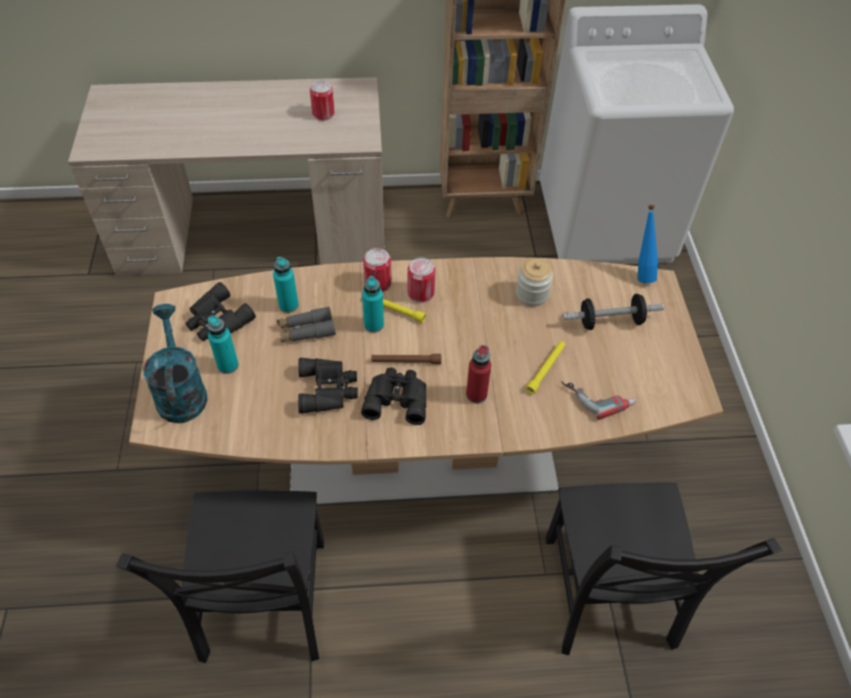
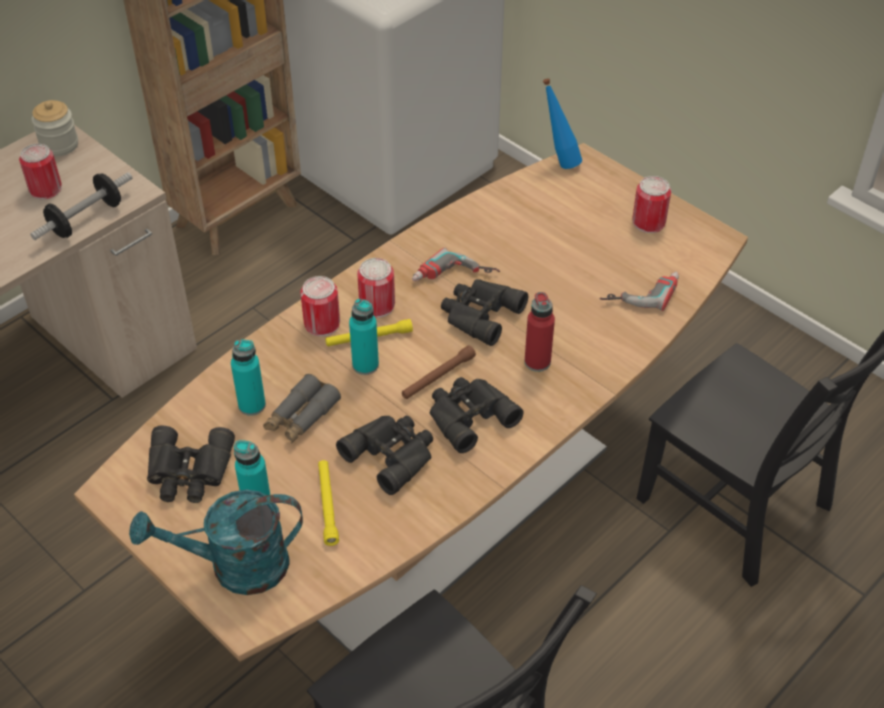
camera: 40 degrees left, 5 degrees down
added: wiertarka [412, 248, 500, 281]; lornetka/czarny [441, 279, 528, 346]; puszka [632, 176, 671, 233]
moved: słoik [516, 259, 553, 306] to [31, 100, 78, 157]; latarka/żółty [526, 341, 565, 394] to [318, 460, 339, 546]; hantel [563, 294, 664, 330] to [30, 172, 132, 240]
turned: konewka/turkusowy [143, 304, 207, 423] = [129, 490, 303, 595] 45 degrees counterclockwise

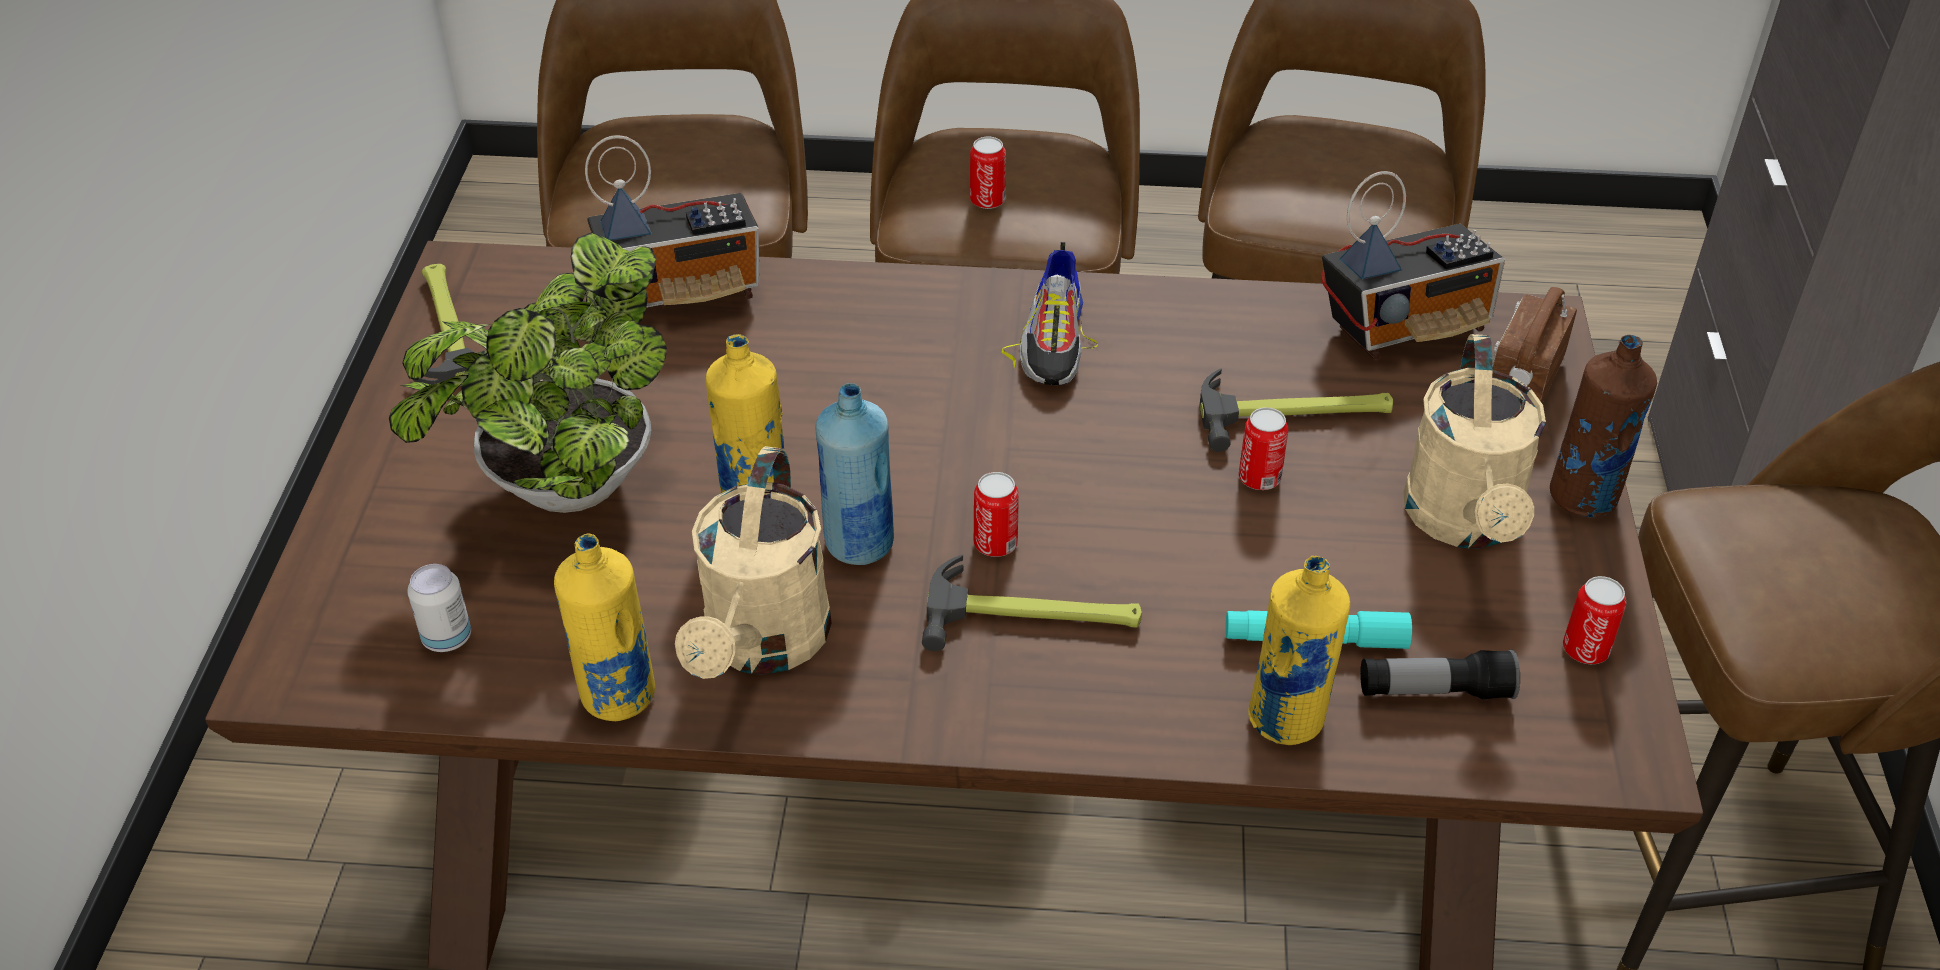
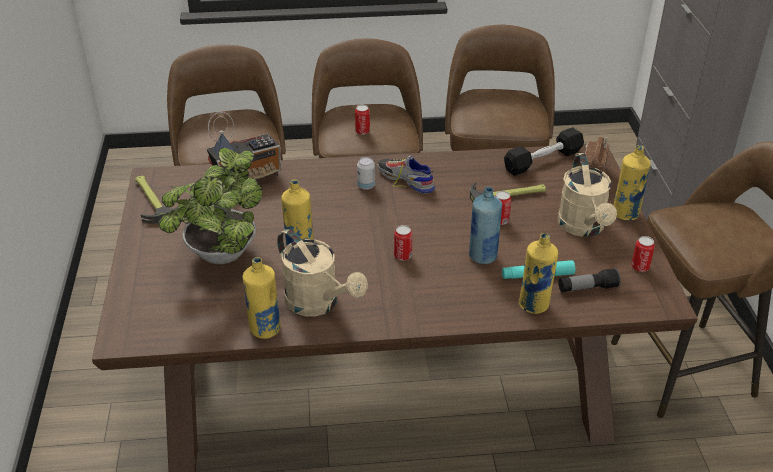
camera: 10 degrees left, 5 degrees down
removed: młotek [922, 555, 1142, 651]
moved: puszka [407, 564, 471, 652] to [357, 157, 375, 190]; butelka/niebieski [816, 383, 894, 565] to [469, 187, 502, 264]
replaced: radio [1321, 171, 1505, 359] to hantel/czarny [504, 127, 584, 176]
recoloured: butelka/brązowy [1550, 335, 1657, 517] to butelka/żółty [613, 145, 651, 221]
turned: konewka/beżowy [675, 446, 832, 679] = [277, 229, 368, 317] 45 degrees counterclockwise; but [1002, 242, 1098, 385] = [377, 156, 435, 194] 135 degrees clockwise

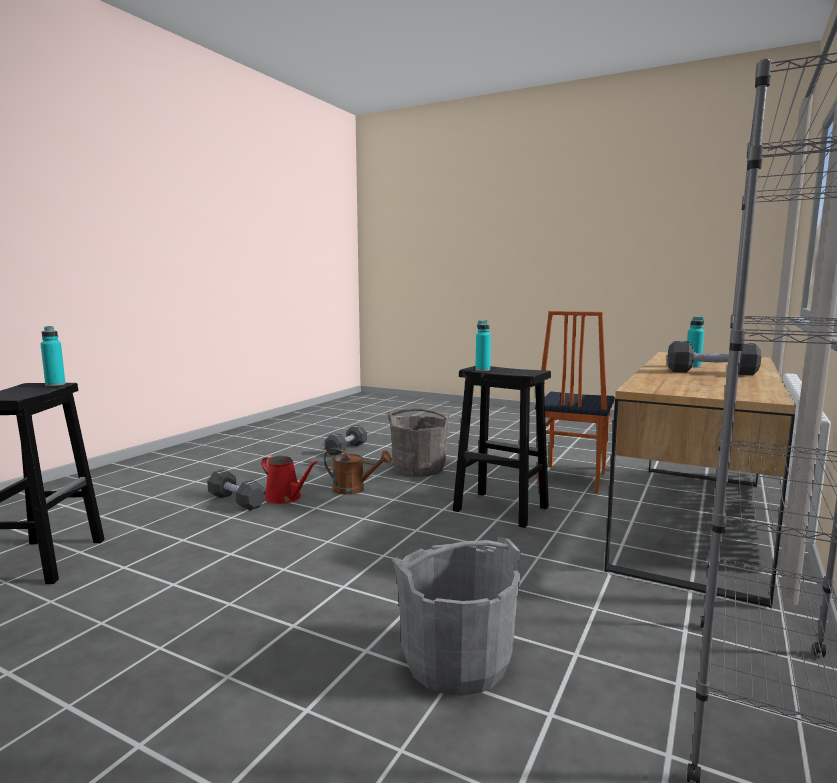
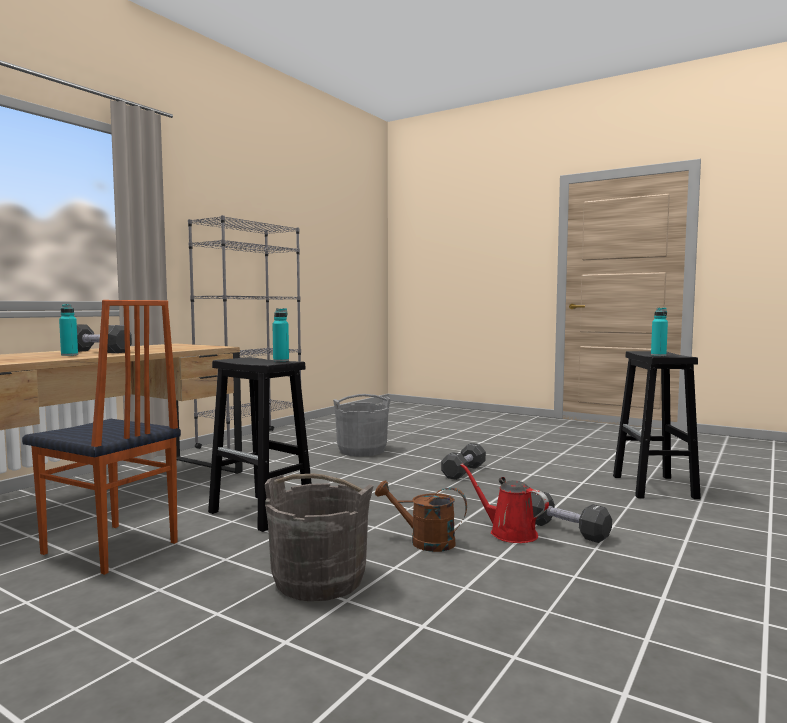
camera: 175 degrees left, 5 degrees down
moved: hantel/czarny [325, 425, 367, 456] to [441, 443, 486, 480]
turned: krzesło [535, 311, 615, 494] = [22, 300, 181, 575] 90 degrees clockwise

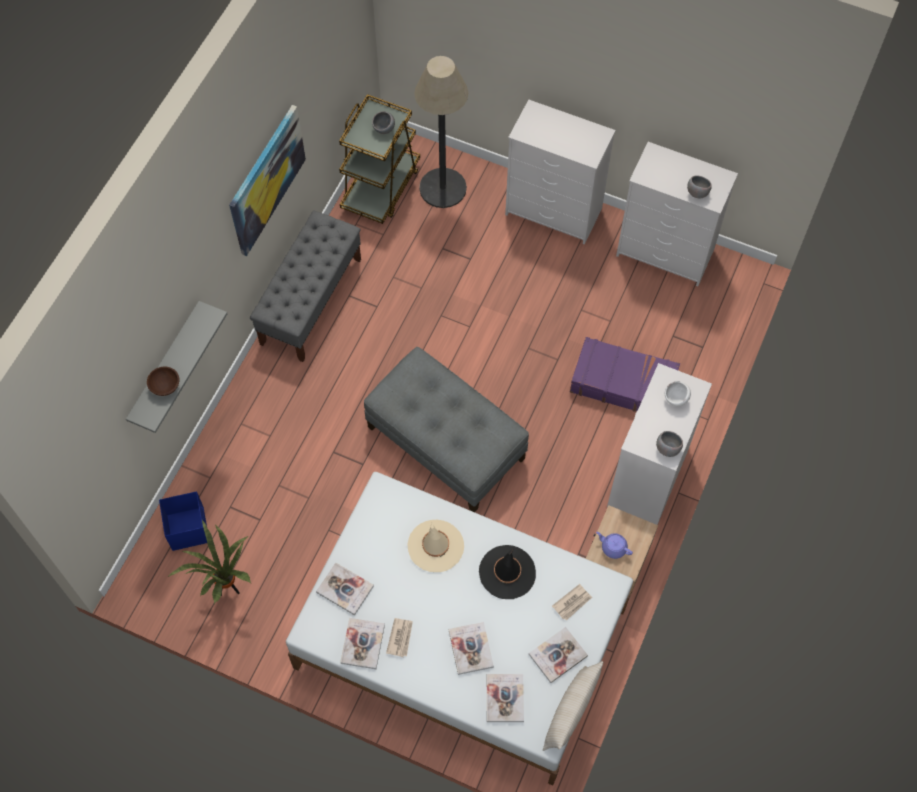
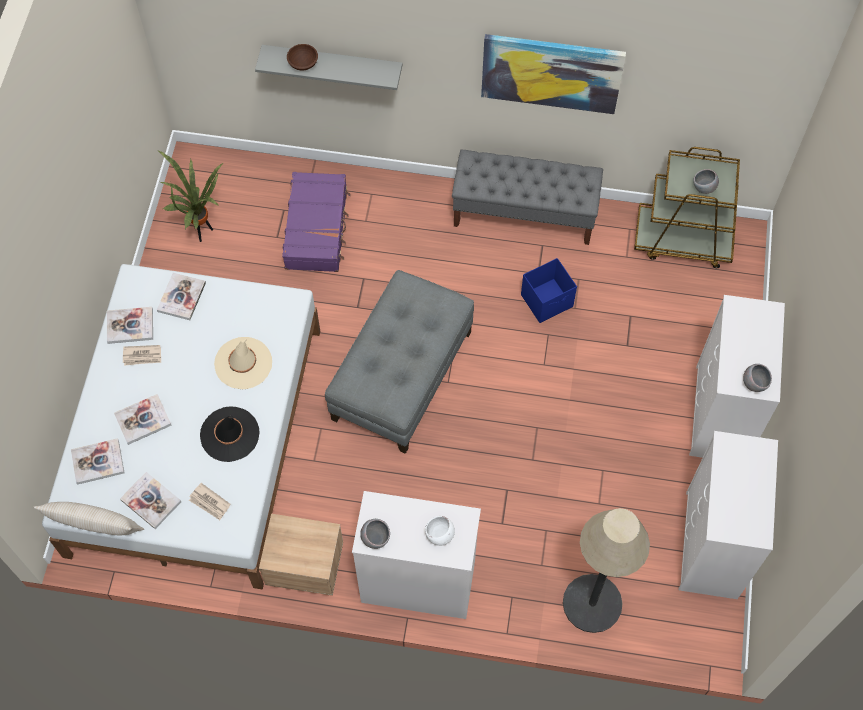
camera: 75 degrees right, 0 degrees up
removed: imbryk/fioletowy [596, 532, 633, 559]
moved: pojemnik do przechowywania/niebieski [159, 491, 207, 551] to [521, 258, 577, 323]; lampa stojąca [414, 56, 468, 208] to [563, 508, 650, 633]; walizka/fioletowy [570, 337, 680, 412] to [282, 172, 351, 272]; miska/szary [687, 175, 712, 198] to [743, 364, 772, 392]

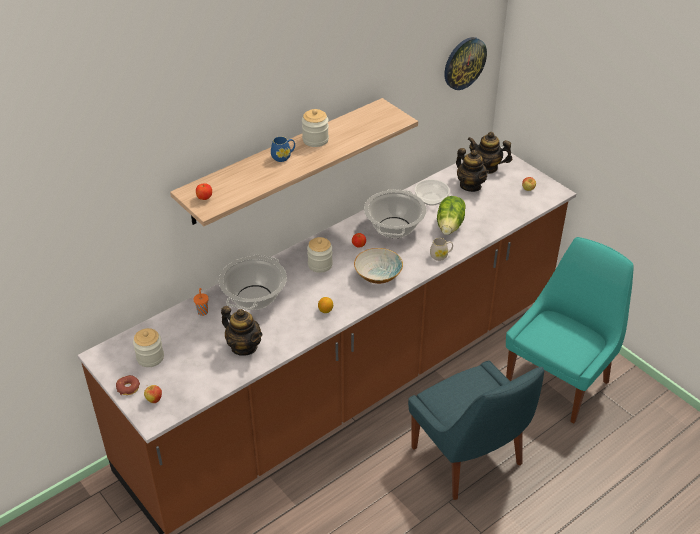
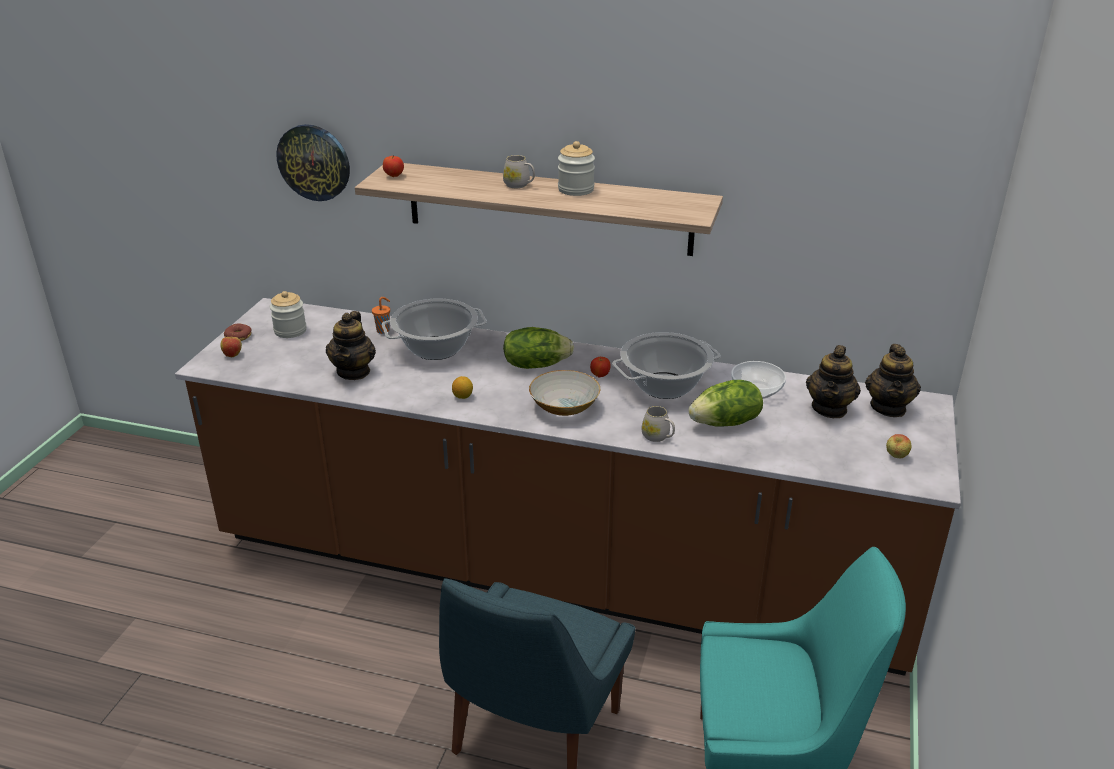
camera: 55 degrees right, 10 degrees down
moved: zegar ścienny [444, 37, 487, 90] to [276, 124, 350, 201]
replaced: słoik [307, 237, 333, 273] to sałata [503, 327, 574, 369]
recoloured: kubek/niebieski [271, 136, 295, 162] to kubek/biały [503, 155, 535, 188]
turned: imbryk [467, 132, 512, 174] = [865, 344, 921, 417] 150 degrees counterclockwise

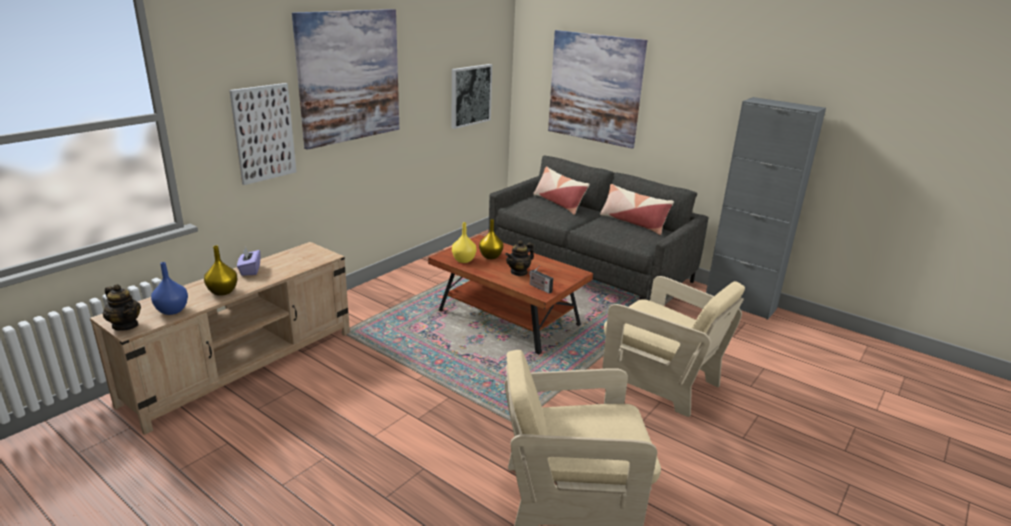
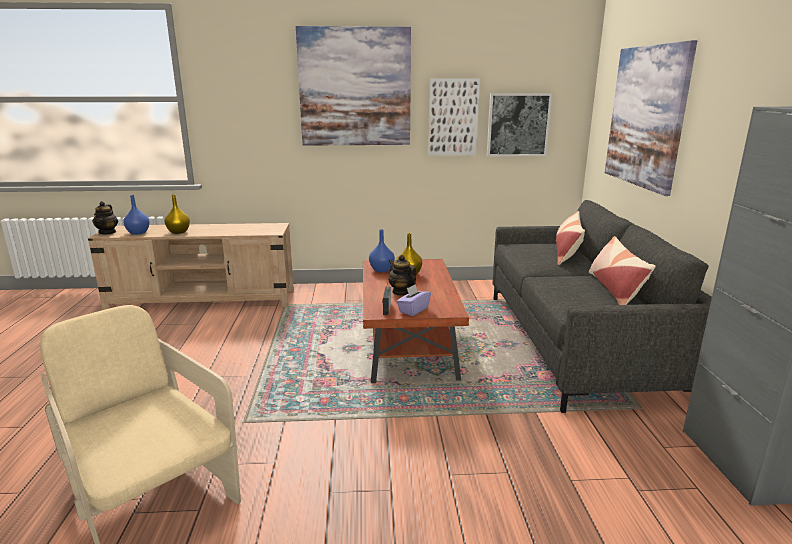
camera: 50 degrees right, 5 degrees down
removed: fotel/beżowy [602, 276, 745, 417]
moved: obraz [229, 83, 296, 185] to [428, 79, 480, 155]; pudełko chusteczek/fioletowy [237, 247, 260, 276] to [397, 284, 431, 316]
recoloured: wazon/żółty [452, 222, 477, 263] to wazon/niebieski [369, 229, 395, 272]
turned: imbryk [505, 240, 534, 276] = [388, 255, 416, 295] 45 degrees clockwise

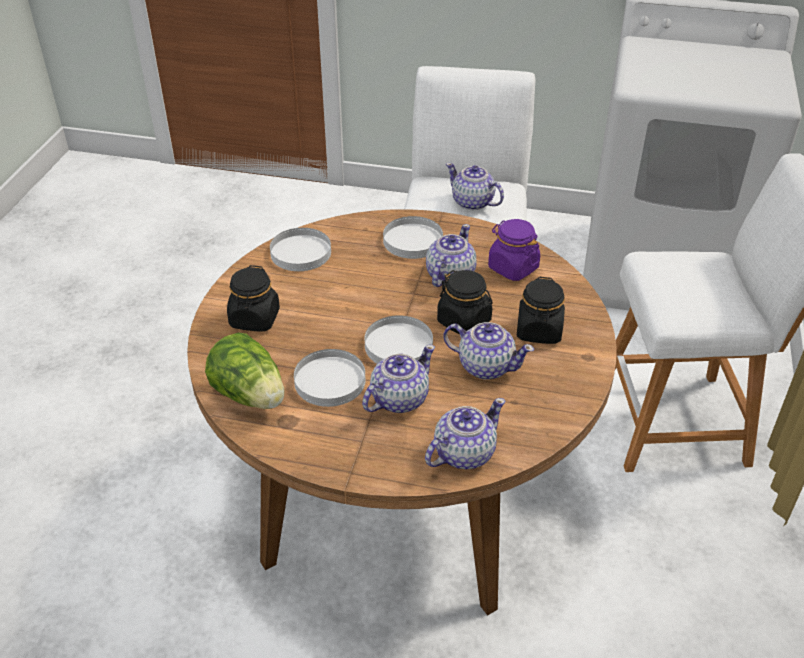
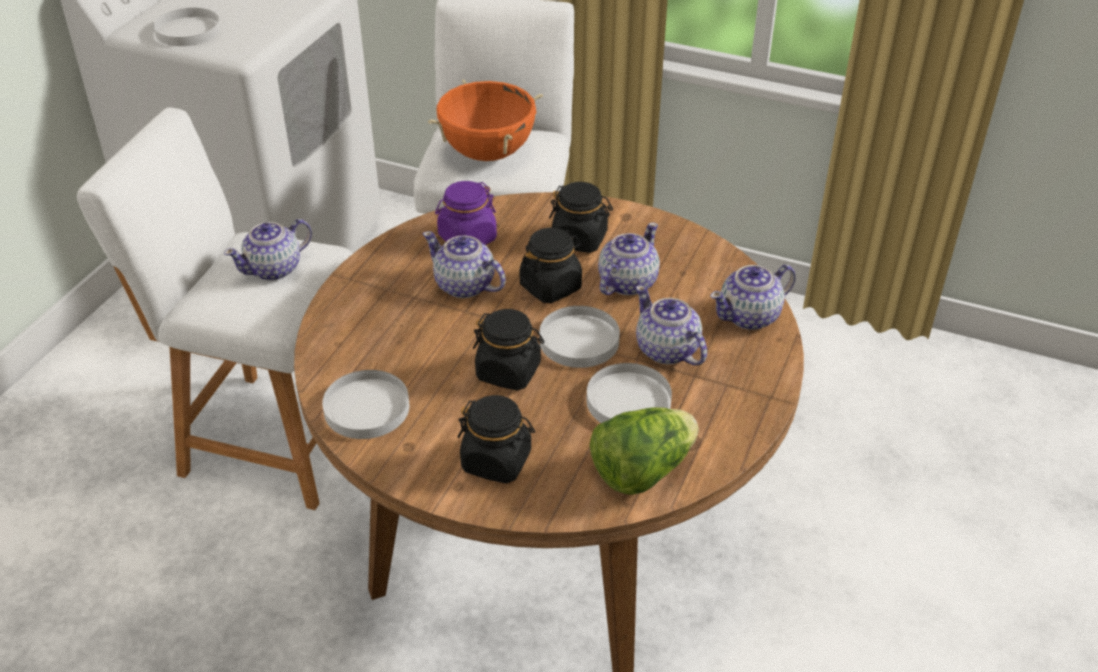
camera: 80 degrees left, 0 degrees up
added: garnek/pomarańczowy [428, 80, 543, 161]; słoik/czarny [473, 309, 544, 390]
moved: talerz/biały [383, 216, 443, 259] to [154, 8, 221, 46]
turned: imbryk [425, 398, 505, 469] = [710, 265, 796, 330] 90 degrees counterclockwise

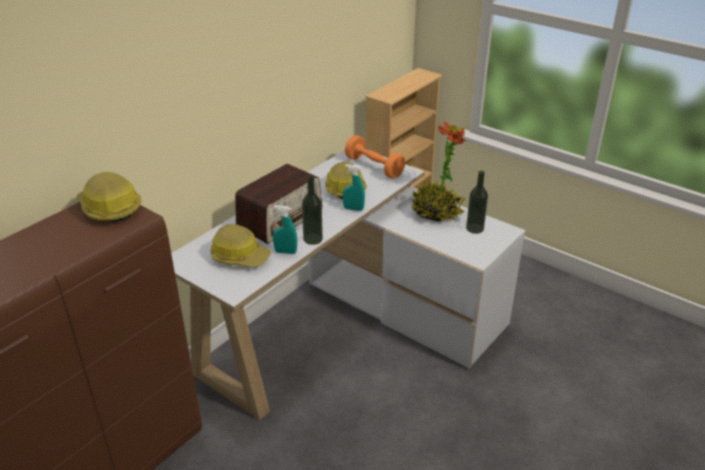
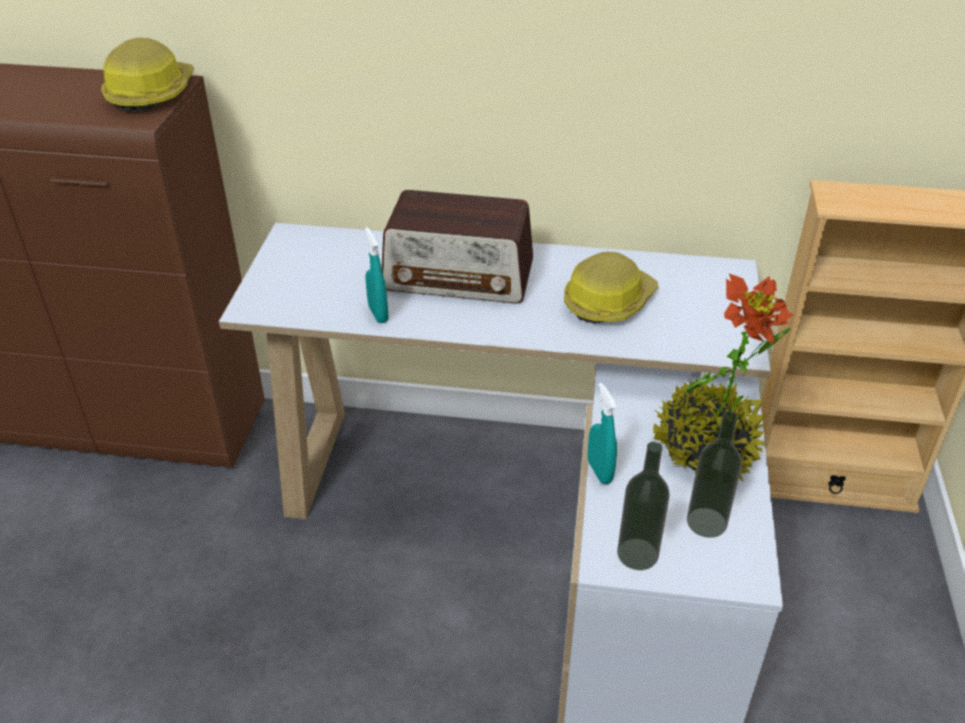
camera: 60 degrees right, 5 degrees up
removed: kask [210, 224, 271, 267]; hantel/pomarańczowy [345, 135, 405, 179]
moved: butelka [302, 177, 323, 245] to [617, 442, 670, 570]; spryskiwacz/turkusowy [343, 164, 365, 211] to [587, 383, 617, 484]

